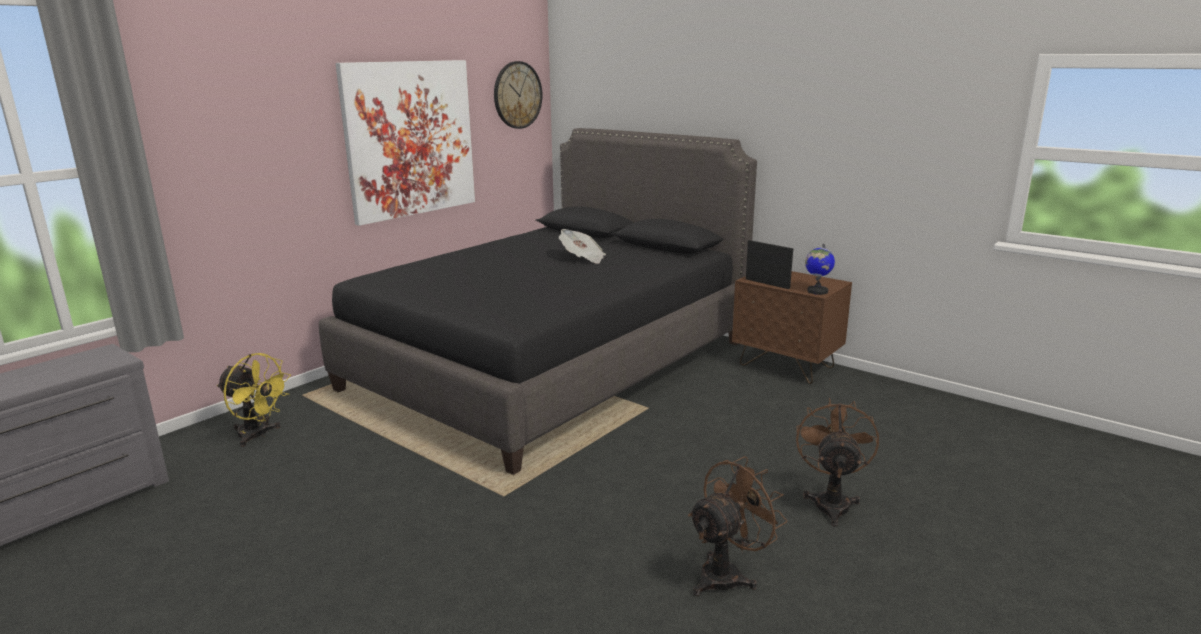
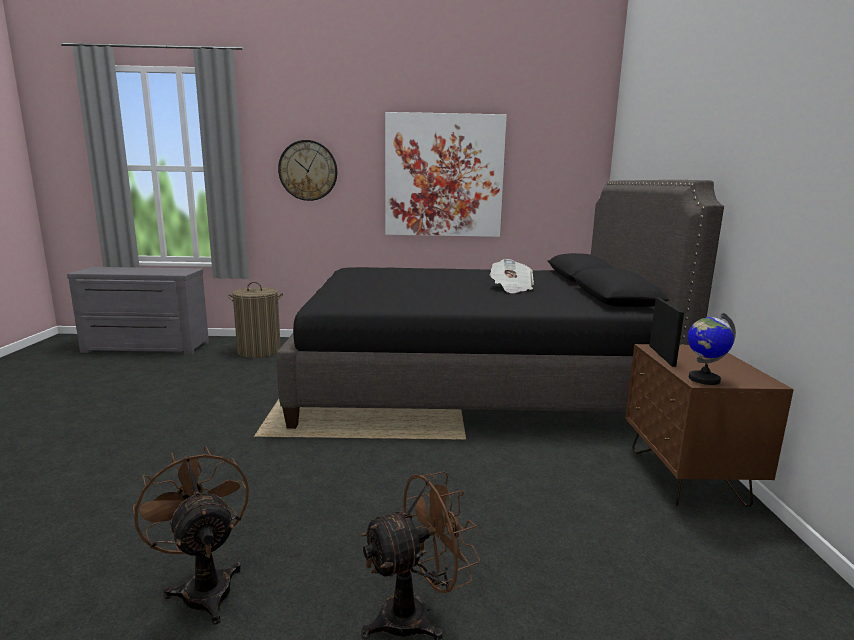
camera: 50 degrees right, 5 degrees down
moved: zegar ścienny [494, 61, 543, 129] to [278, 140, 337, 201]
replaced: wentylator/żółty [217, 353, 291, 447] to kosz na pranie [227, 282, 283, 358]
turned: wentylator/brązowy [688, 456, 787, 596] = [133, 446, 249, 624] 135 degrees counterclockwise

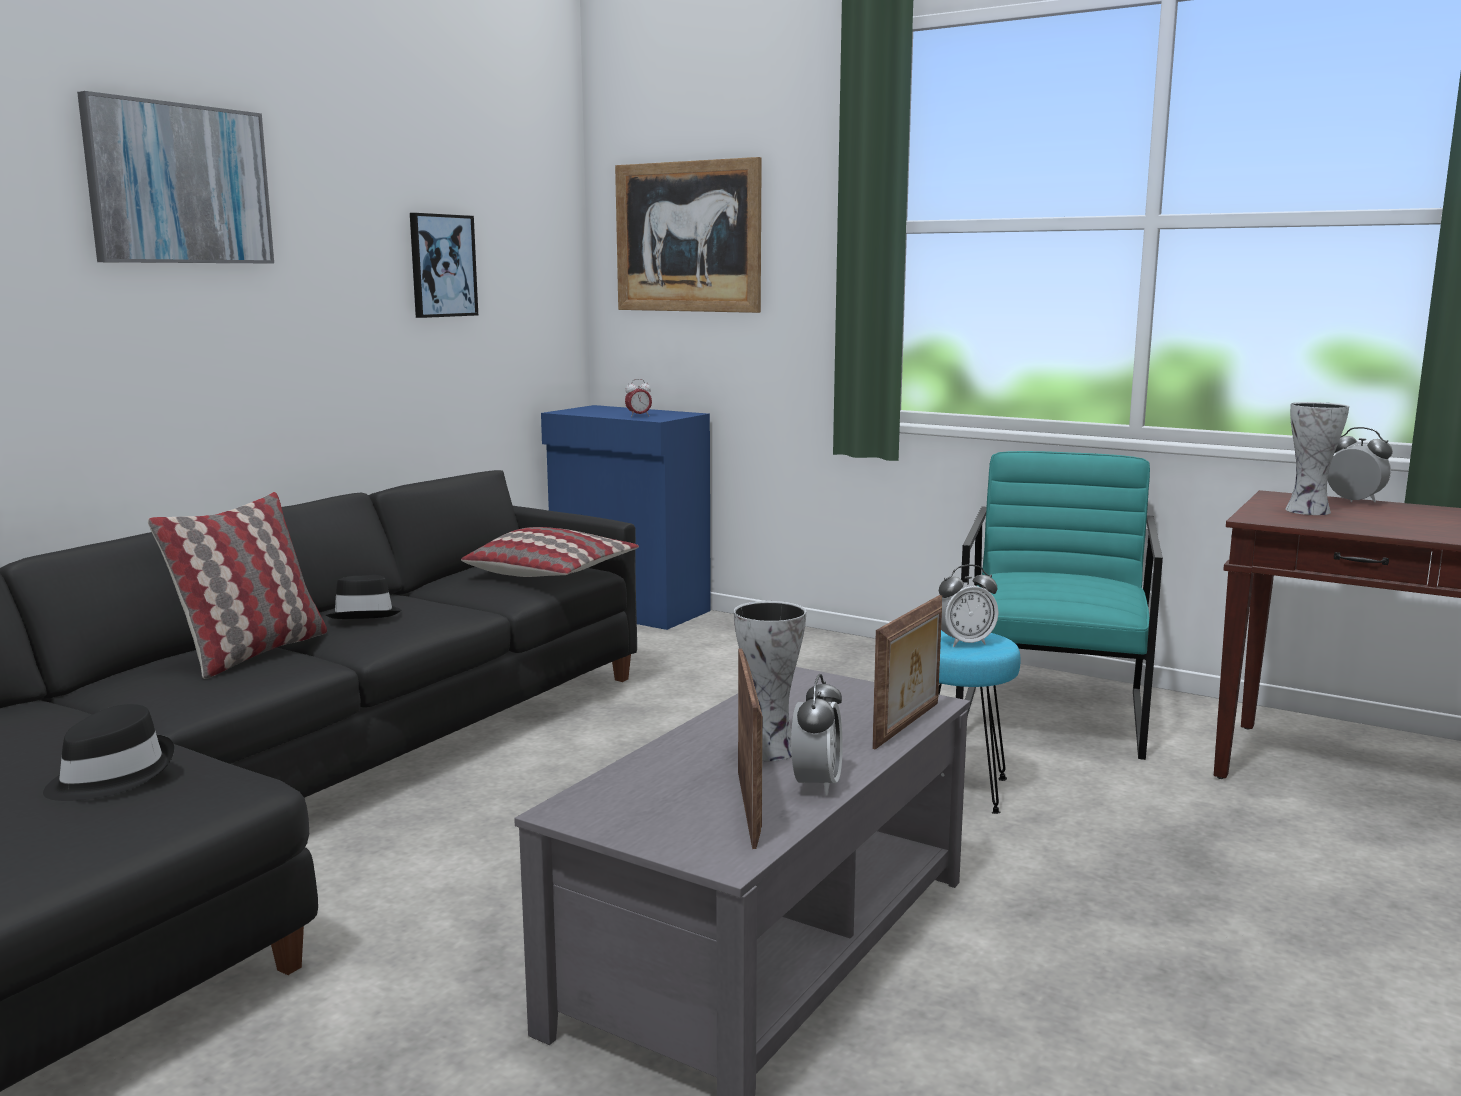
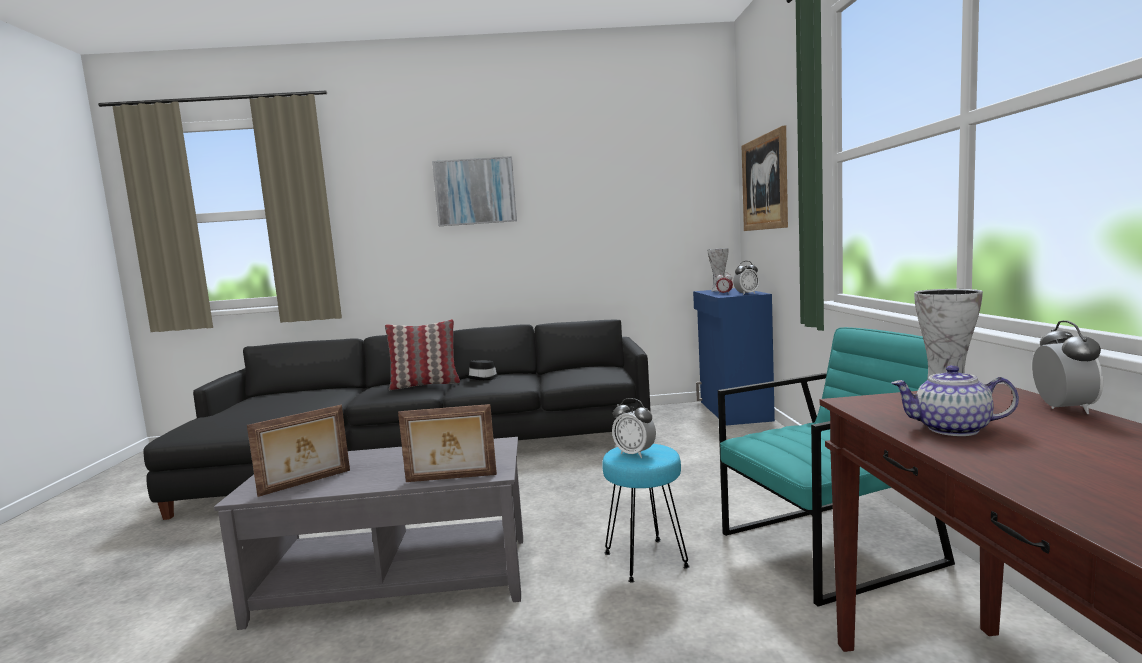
camera: 55 degrees right, 5 degrees down
removed: kapelusz/czarny [43, 704, 174, 801]; obraz [410, 213, 478, 318]; poduszka [461, 527, 639, 577]
added: imbryk [891, 365, 1019, 436]
moved: wazon [734, 601, 806, 761] to [708, 248, 729, 292]; budzik [791, 674, 843, 795] to [733, 261, 759, 295]

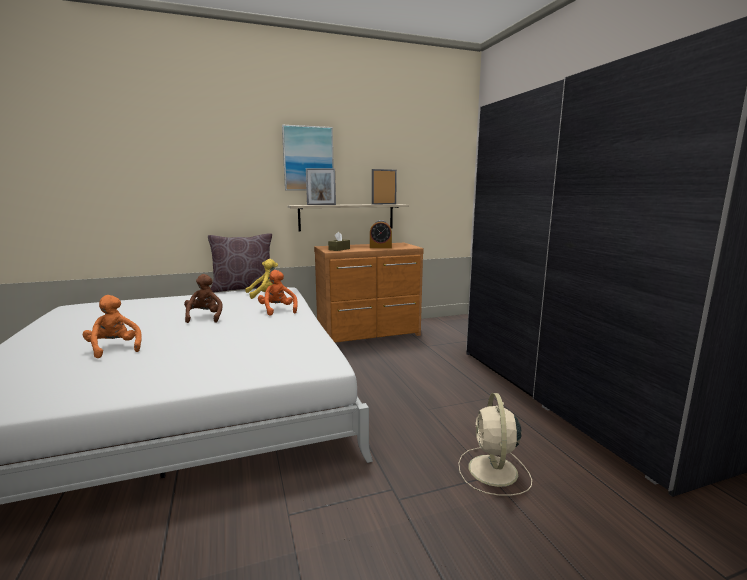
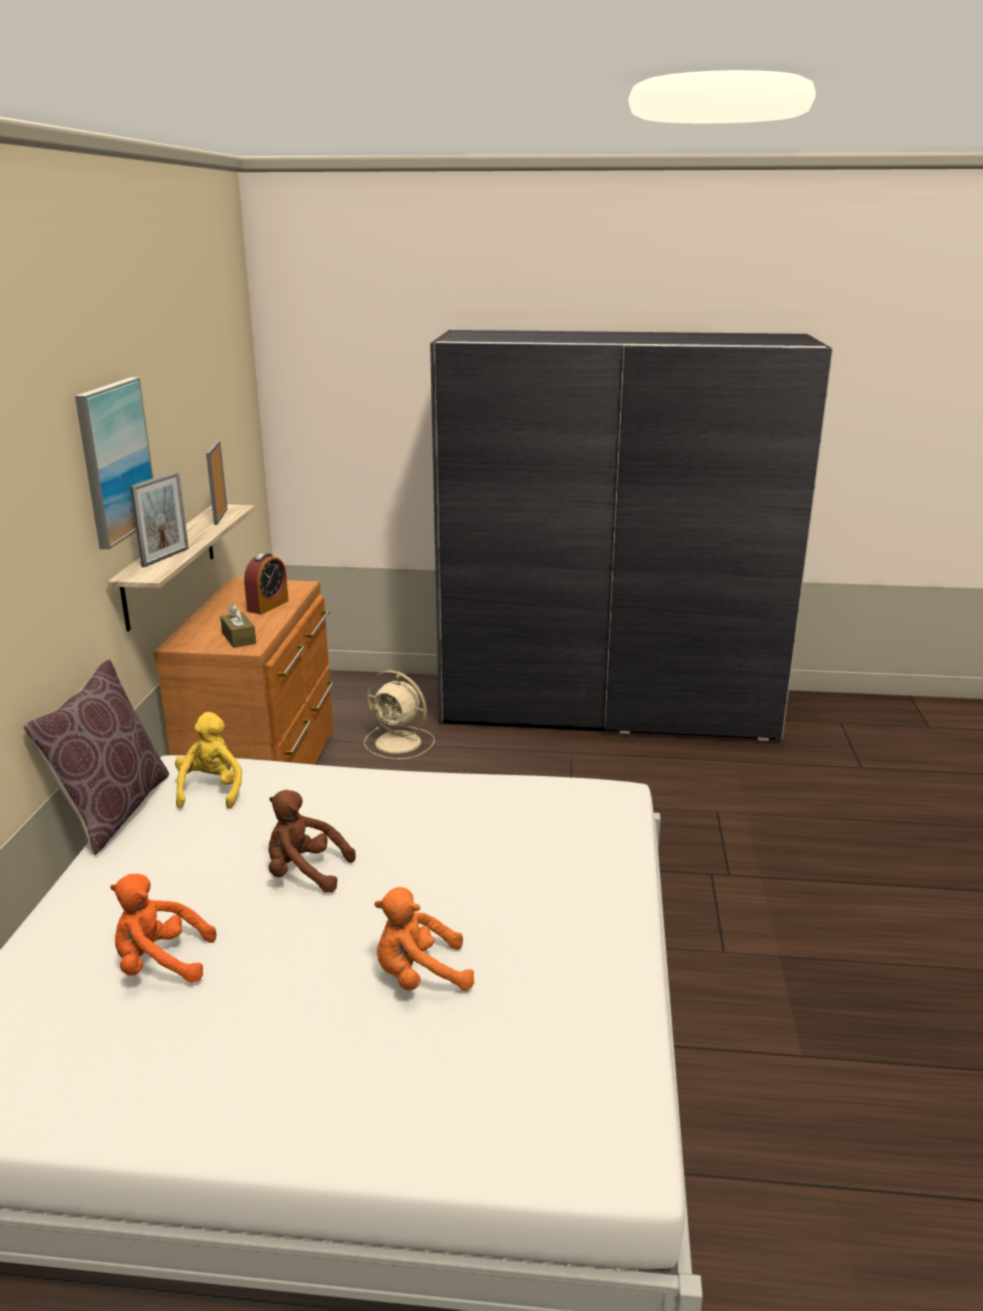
camera: 65 degrees left, 10 degrees up
moved: pluszak/pomarańczowy [258, 270, 298, 316] to [110, 874, 216, 983]; wentylator/beżowy [458, 393, 532, 496] to [364, 670, 435, 760]

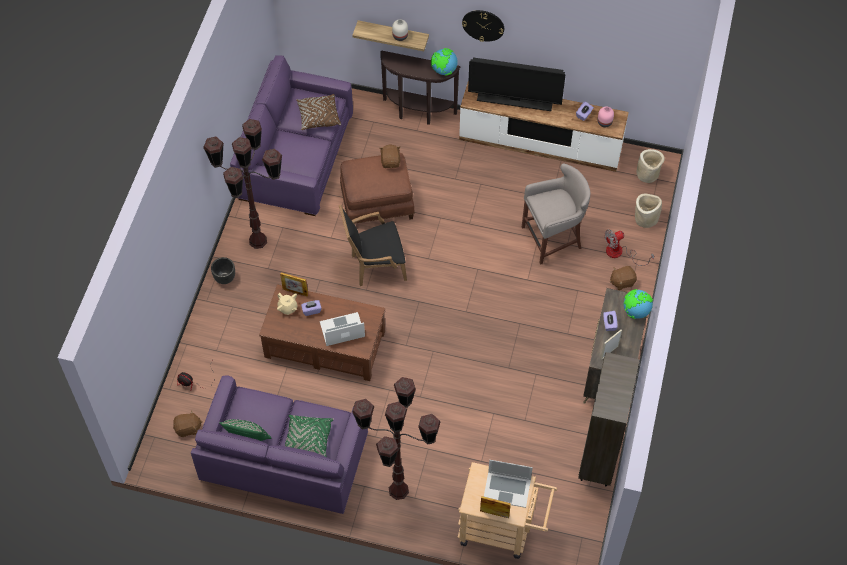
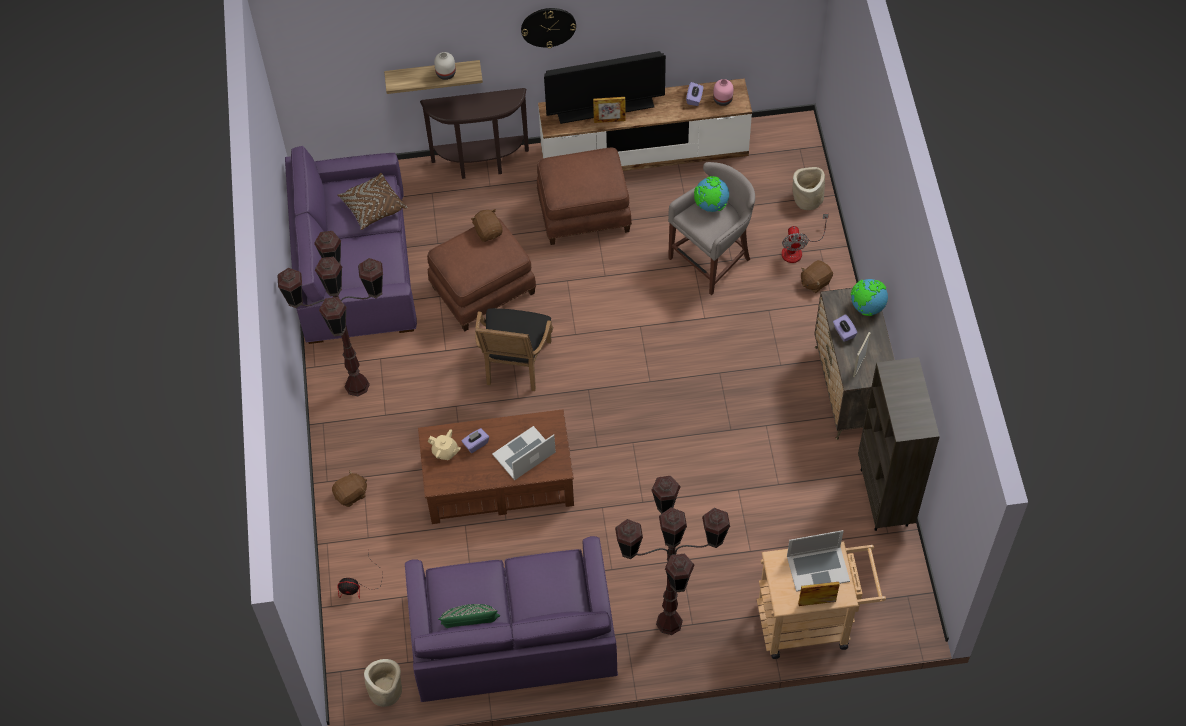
camera: 20 degrees left, 0 degrees up
removed: donica/czarny [211, 257, 235, 284]; poduszka/zielony [285, 415, 334, 457]
added: pufa/brązowy [537, 148, 632, 245]
moved: pluszak/brązowy [173, 411, 203, 437] to [332, 471, 367, 507]; ramka na zdjęcie [280, 272, 308, 296] to [593, 97, 626, 123]; globus [431, 48, 458, 76] to [694, 176, 729, 212]; donica/beżowy [637, 149, 665, 183] to [364, 659, 402, 707]
turned: fotel/czarny [338, 204, 407, 286] = [475, 308, 553, 391] 45 degrees counterclockwise; wentylator [605, 230, 654, 266] = [781, 214, 829, 263] 45 degrees counterclockwise

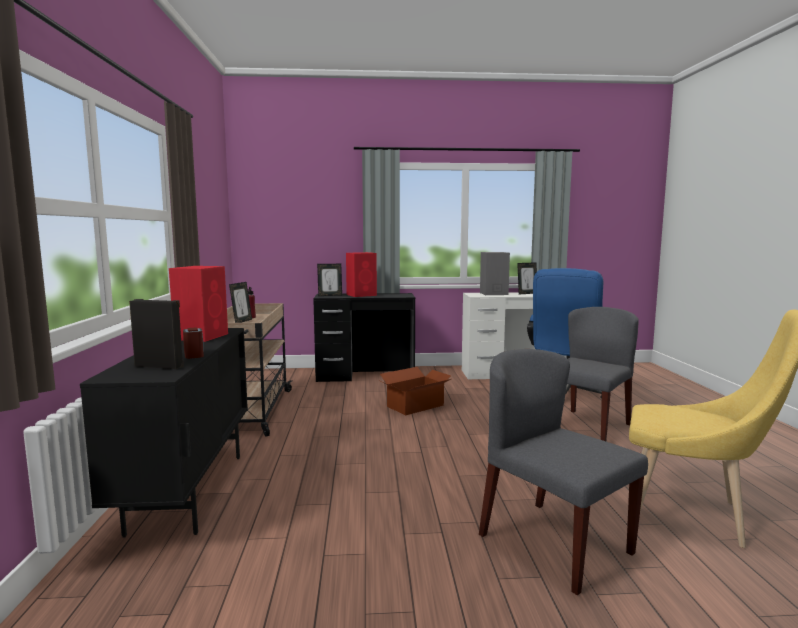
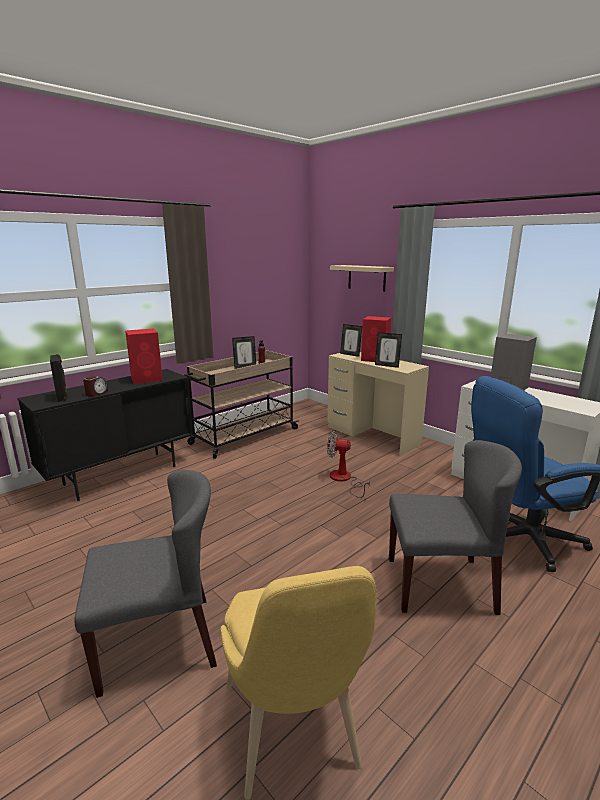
camera: 50 degrees right, 10 degrees up
added: półka/beżowy [330, 265, 394, 292]
moved: ramka na zdjęcie [517, 262, 537, 294] to [375, 332, 402, 368]
replaced: karton [380, 367, 451, 415] to wentylator [327, 431, 370, 498]
recoloured: biurko/czarny [313, 293, 415, 382] to biurko/beżowy [327, 352, 429, 456]
turned: krzesło/szary [479, 349, 648, 595] = [74, 470, 217, 698] 60 degrees clockwise

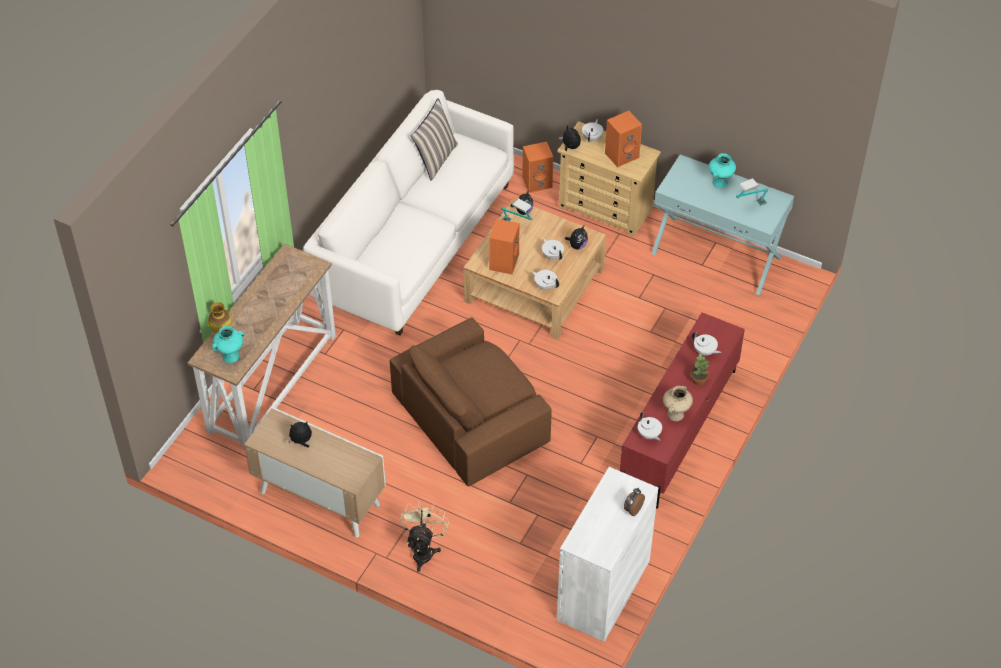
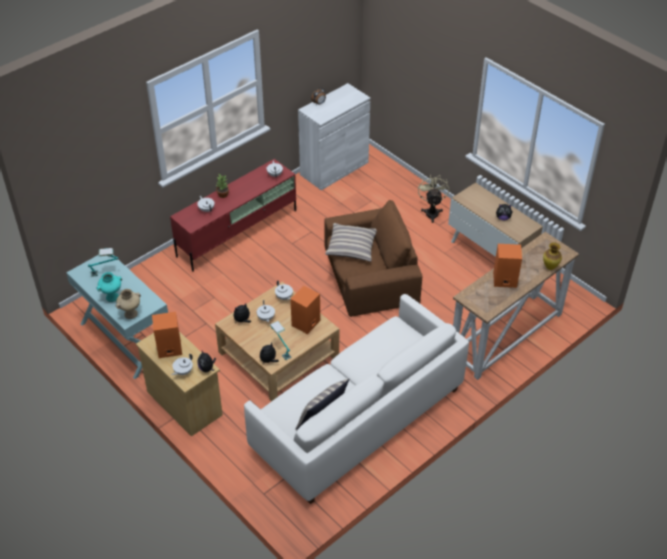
camera: 160 degrees left, 5 degrees down
removed: wazon/turkusowy [211, 326, 244, 363]
added: poduszka [325, 223, 377, 262]
moved: głośnik/pomarańczowy [522, 142, 553, 193] to [493, 244, 522, 288]; wazon/beżowy [663, 386, 693, 421] to [116, 289, 141, 319]
turned: wentylator/beżowy [400, 501, 449, 572] = [418, 174, 449, 223] 150 degrees clockwise

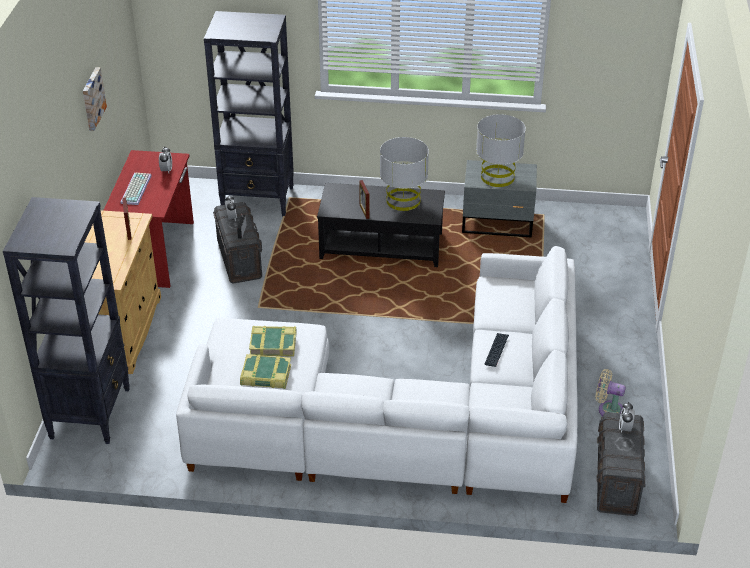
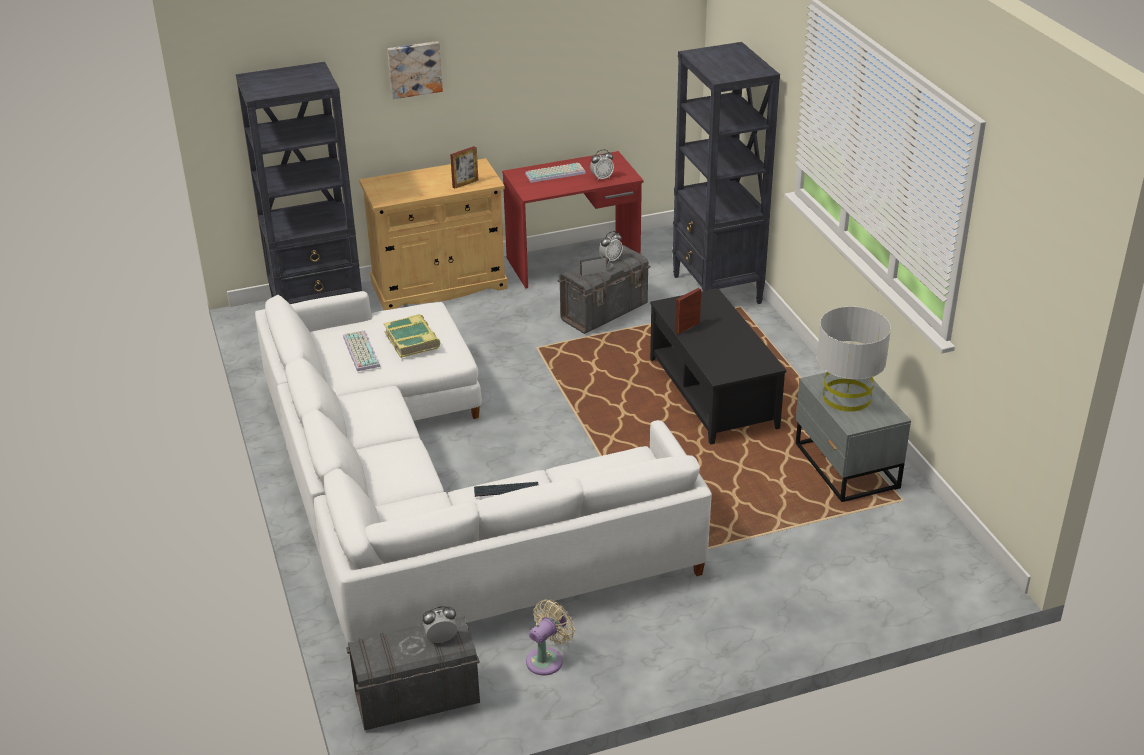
camera: 65 degrees right, 5 degrees down
removed: lampa stołowa/szary [380, 137, 429, 211]
moved: obraz [83, 67, 107, 131] to [387, 41, 443, 99]
replaced: książka [240, 354, 291, 389] to klawiatura [343, 330, 380, 371]
turned: wentylator/beżowy [595, 369, 626, 416] = [526, 599, 575, 675] 45 degrees clockwise

